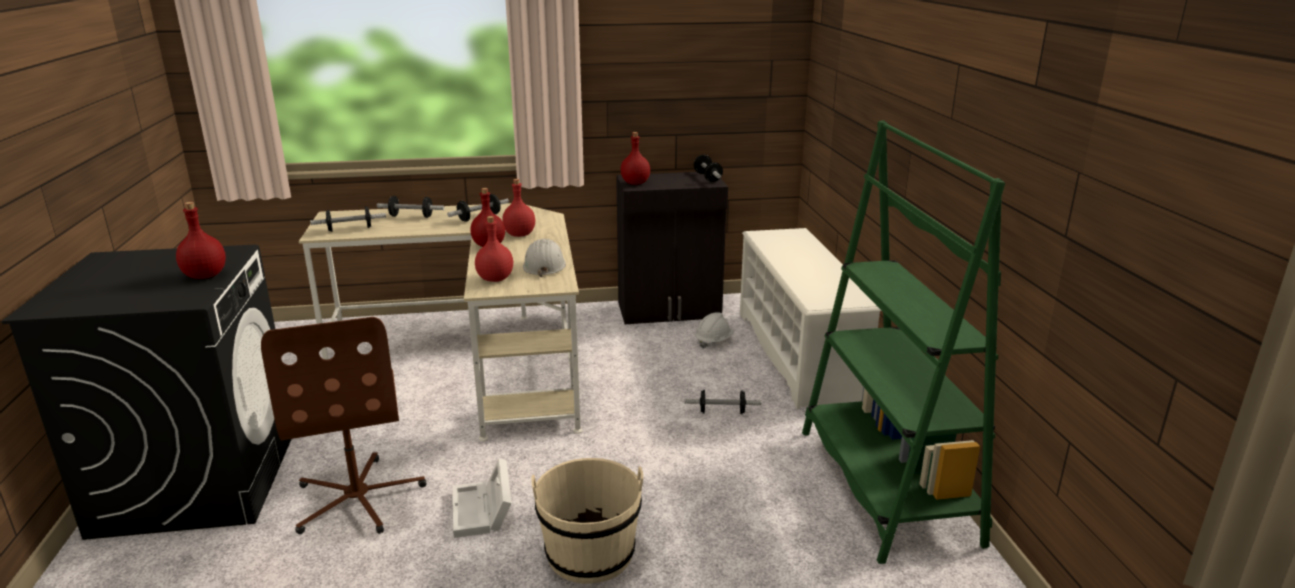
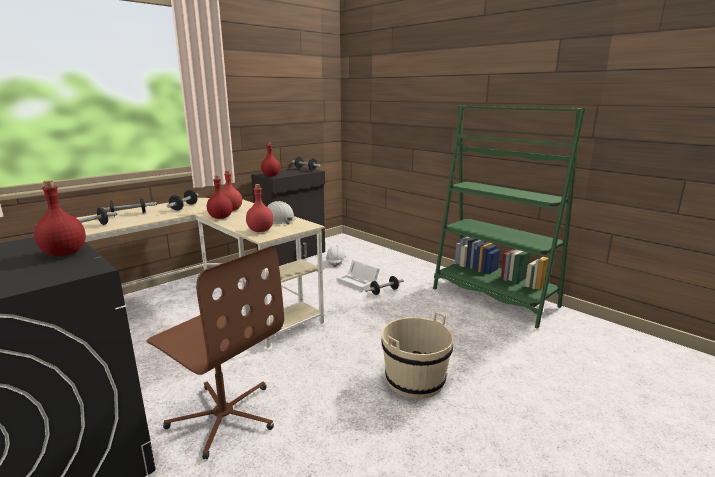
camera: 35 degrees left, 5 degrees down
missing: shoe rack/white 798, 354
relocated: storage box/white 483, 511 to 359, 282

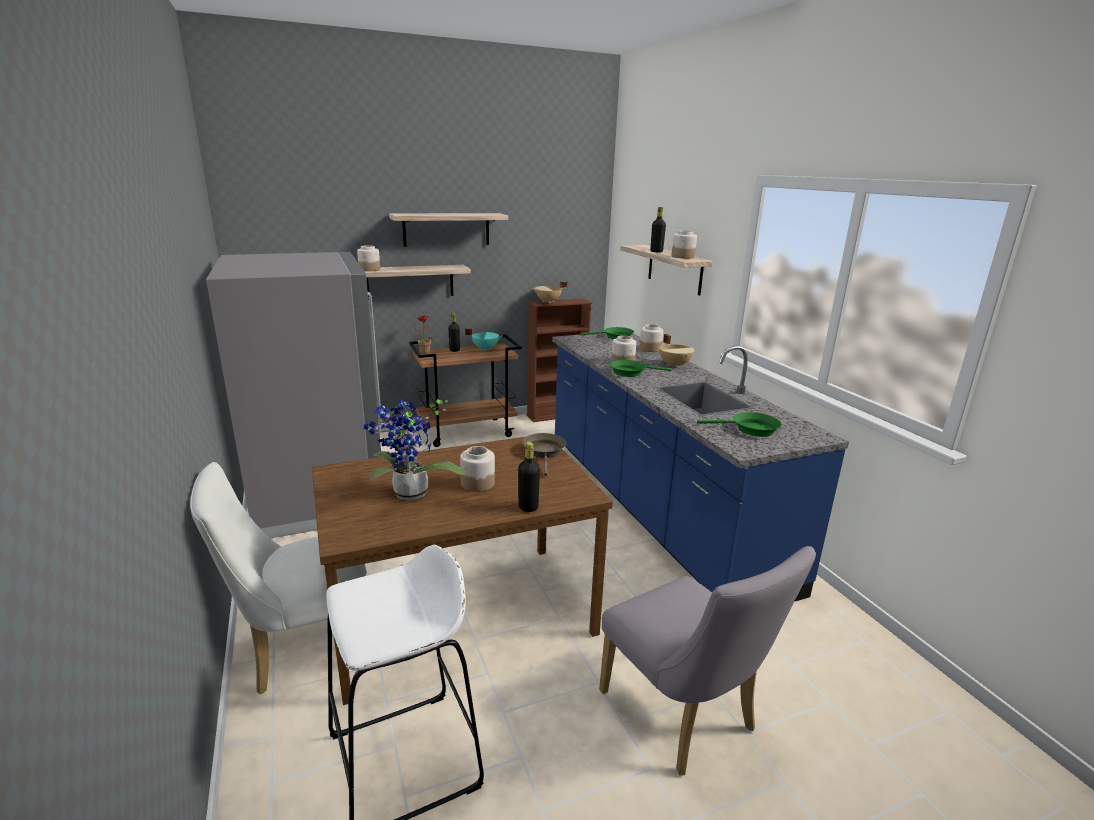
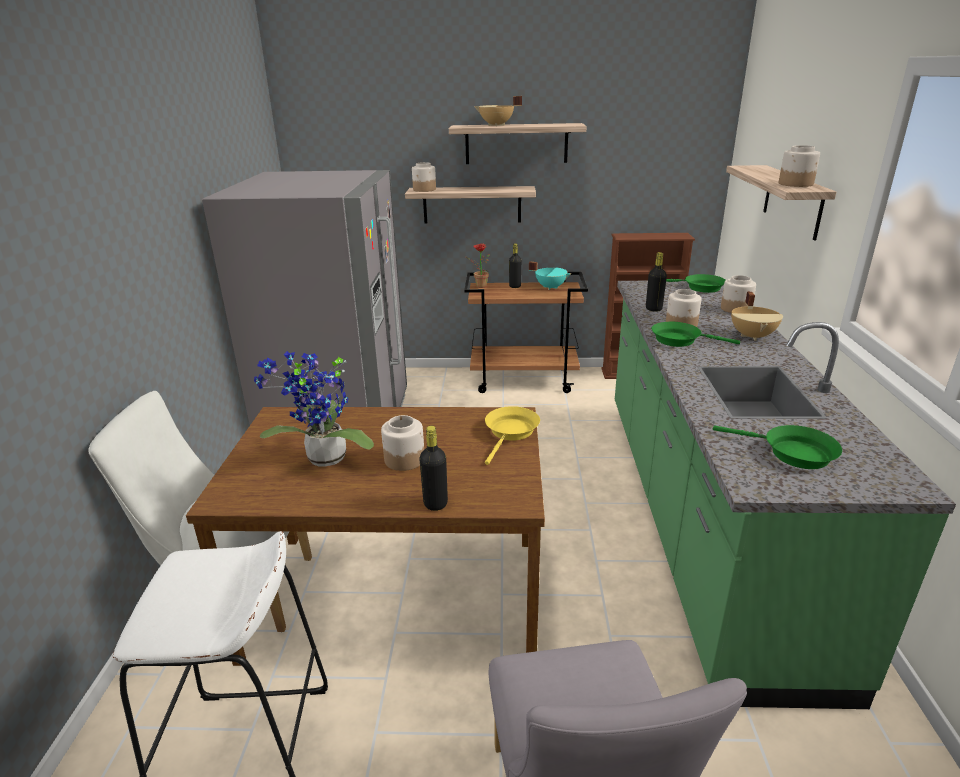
camera: 25 degrees right, 5 degrees up
relocated: cooking pot/beige 548, 302 to 496, 125; bottle/black 656, 251 to 653, 309
colour: frying pan/brown 544, 452 to frying pan/yellow 510, 432; counter/blue 654, 507 to counter/green 699, 517

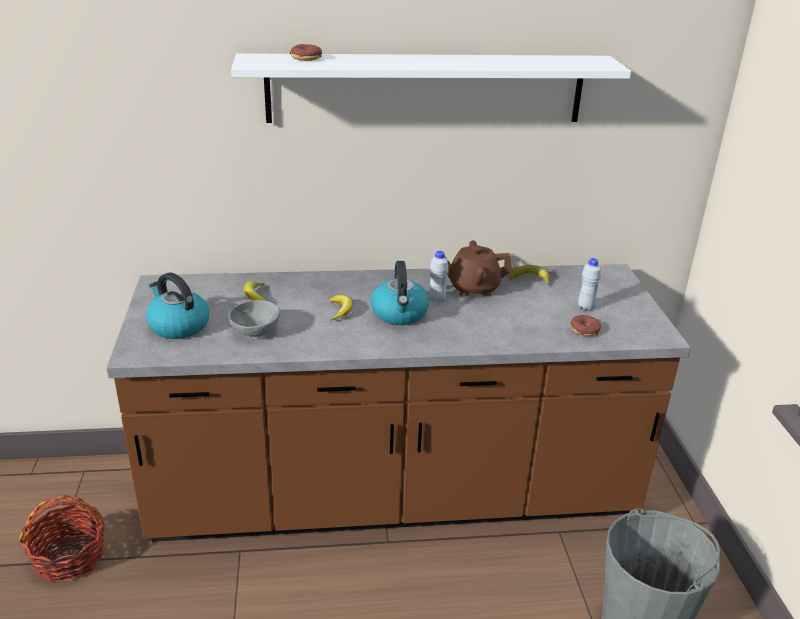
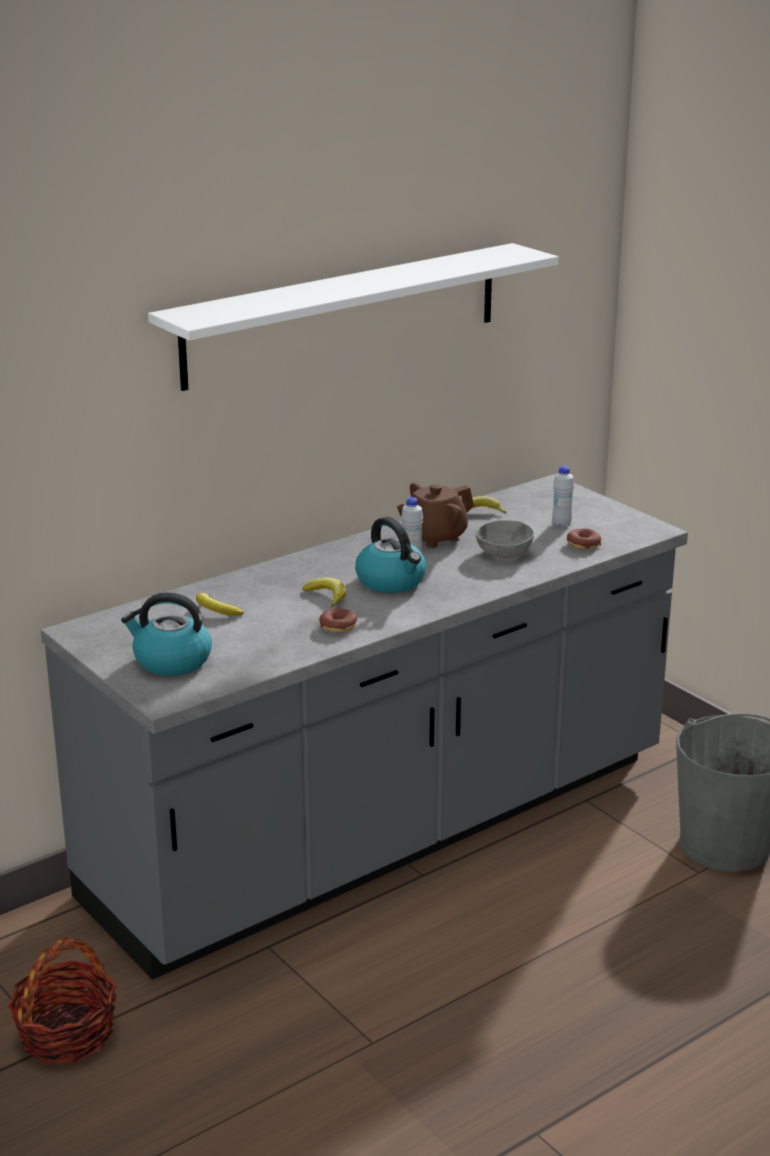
camera: 30 degrees left, 5 degrees down
relocated: bowl/grey 255, 331 to 504, 554; donut 306, 58 to 338, 626
colour: counter/brown 393, 495 to counter/grey 384, 832

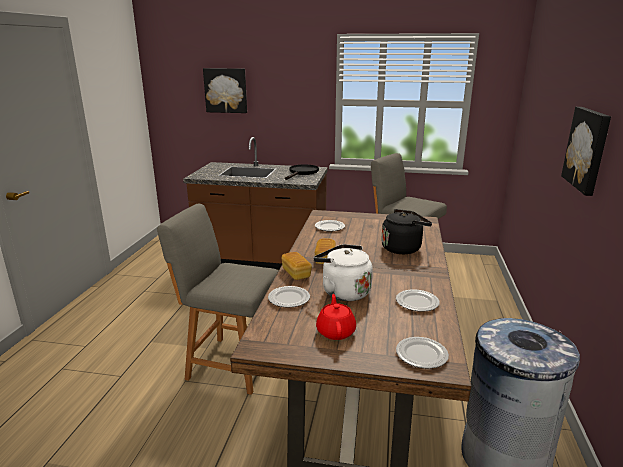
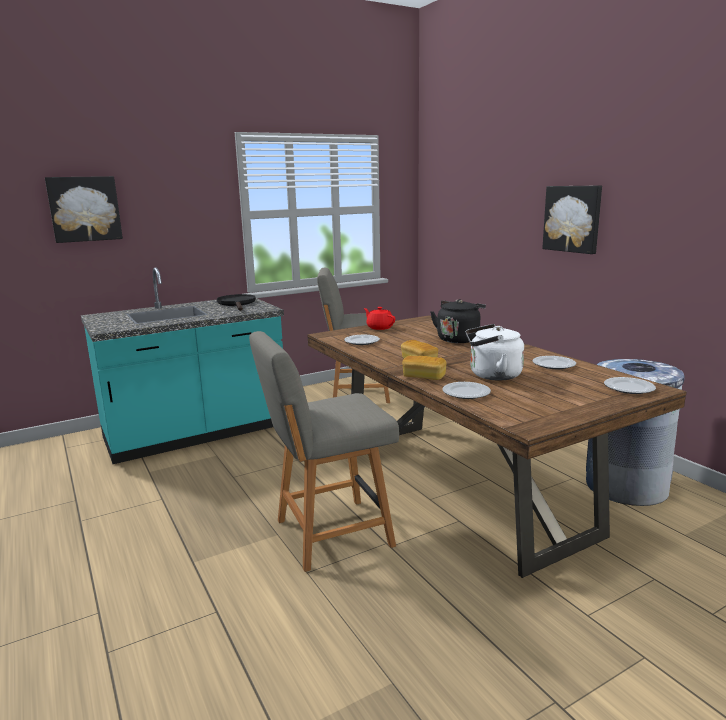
camera: 40 degrees left, 5 degrees down
relocated: teapot/red 336, 331 to 379, 327
colour: counter/brown 262, 259 to counter/turquoise 196, 433

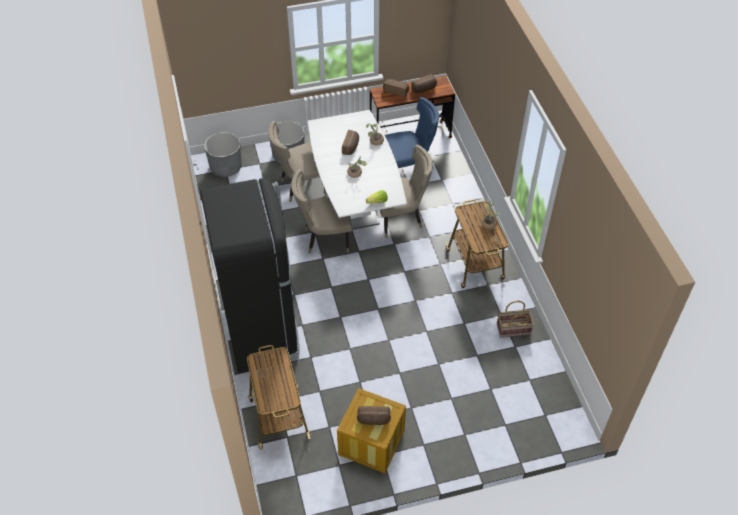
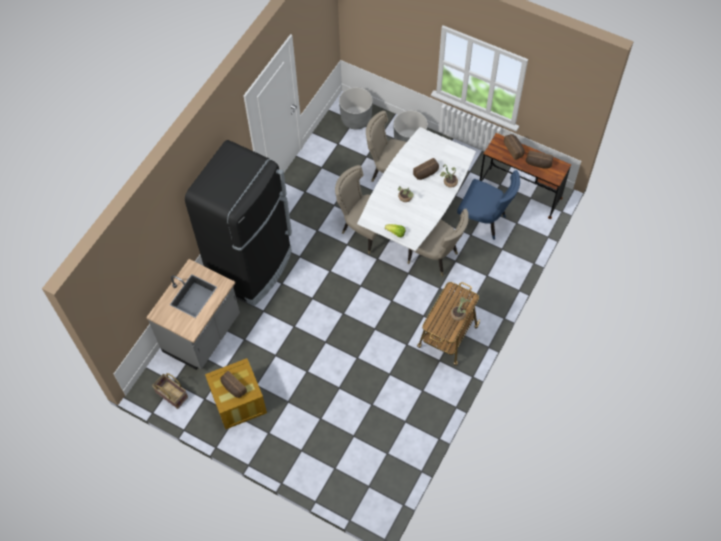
camera: 45 degrees right, 10 degrees up
relocated: basket 513, 329 to 171, 395
exchanged: cart 279, 416 to counter/grey 203, 335

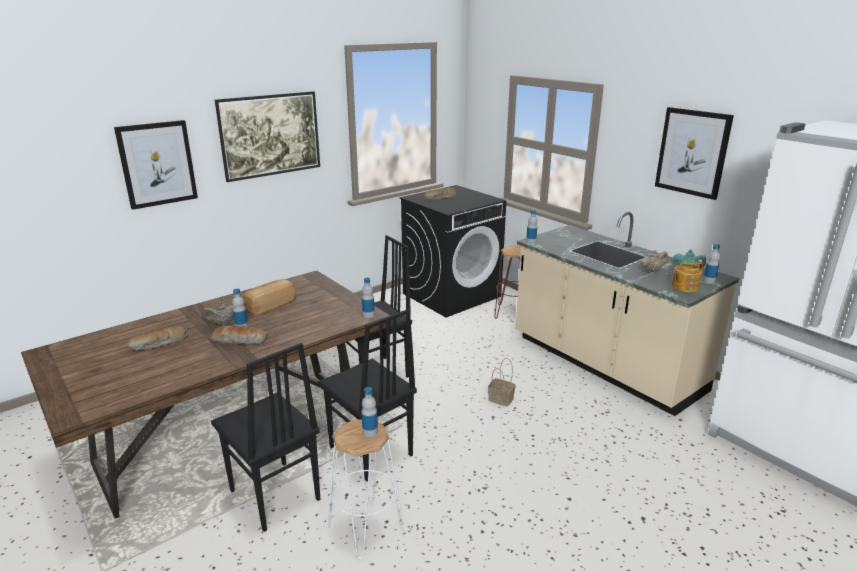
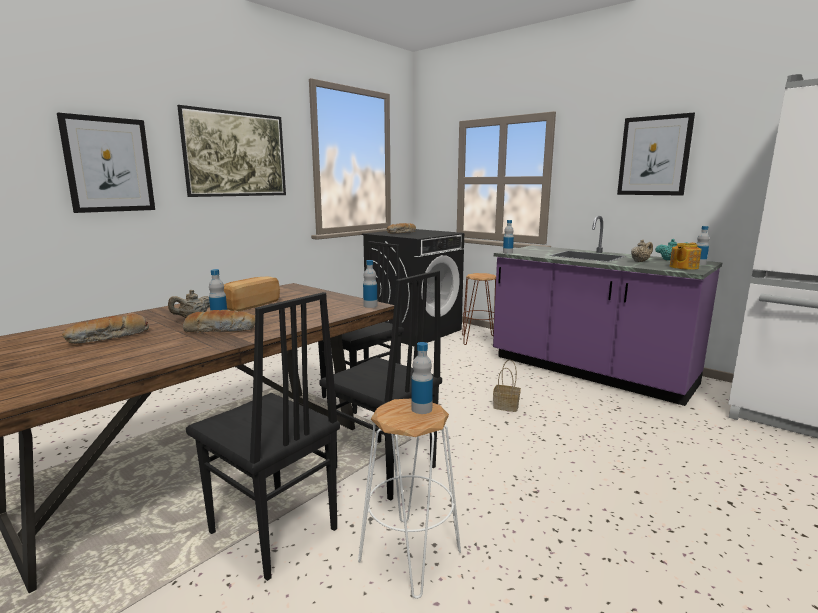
camera: 10 degrees left, 10 degrees down
colour: counter/beige 604, 364 to counter/purple 589, 371

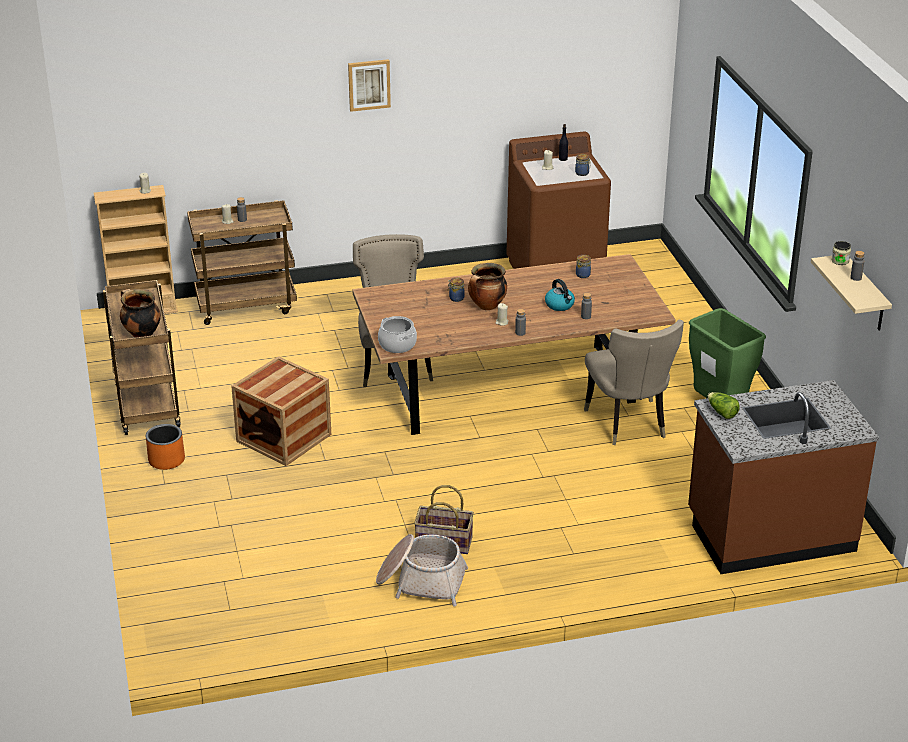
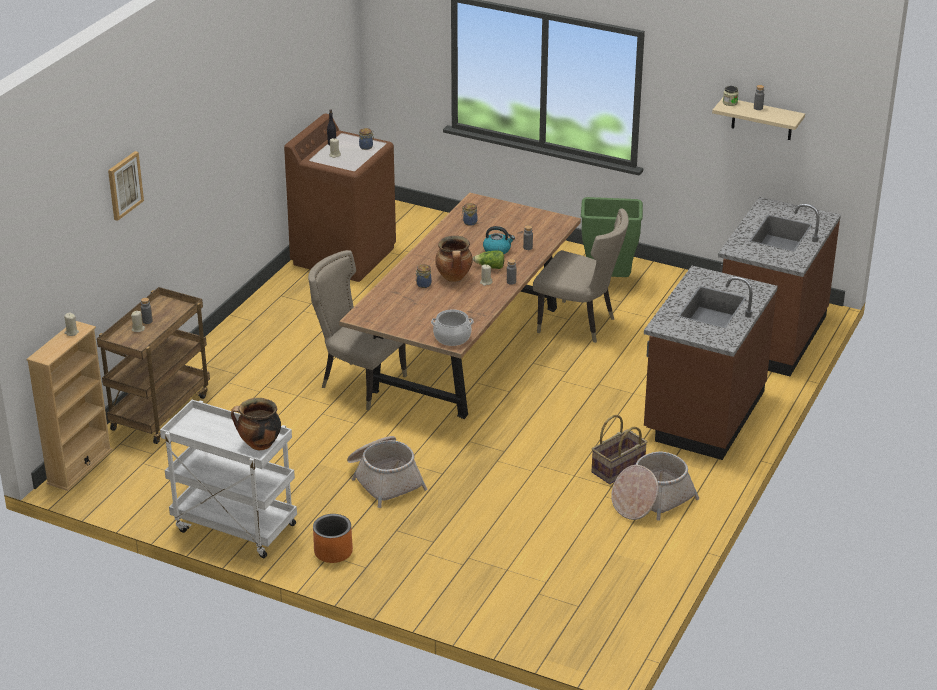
camera: 50 degrees left, 0 degrees up
appeared: counter/brown 702, 413
relocated: picture 369, 84 to 124, 185; lettuce 721, 412 to 490, 267
exchanged: crate 284, 438 to basket 384, 479
colour: cart/brown 146, 404 to cart/white 233, 527

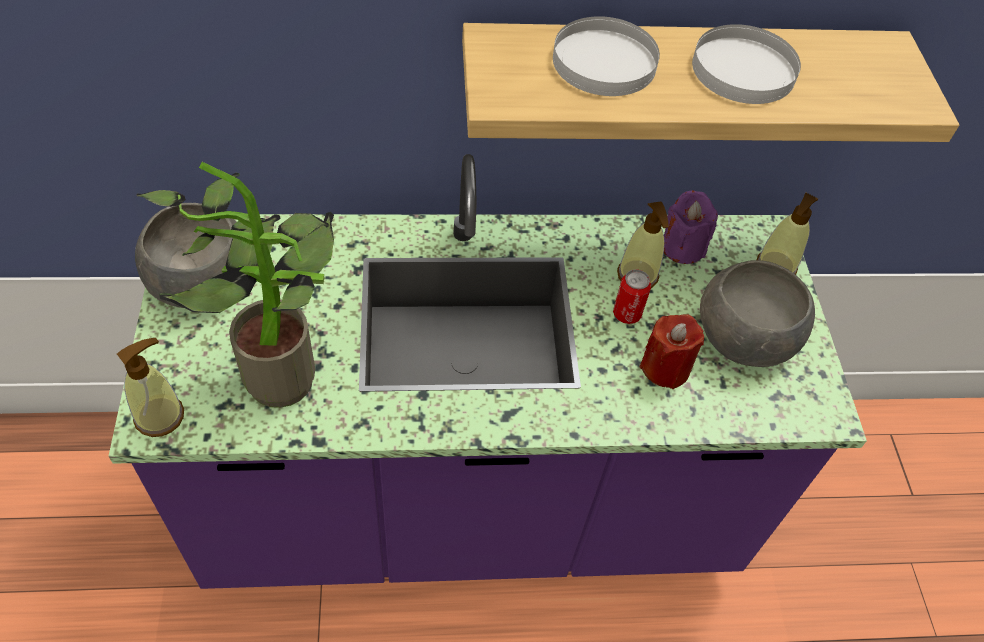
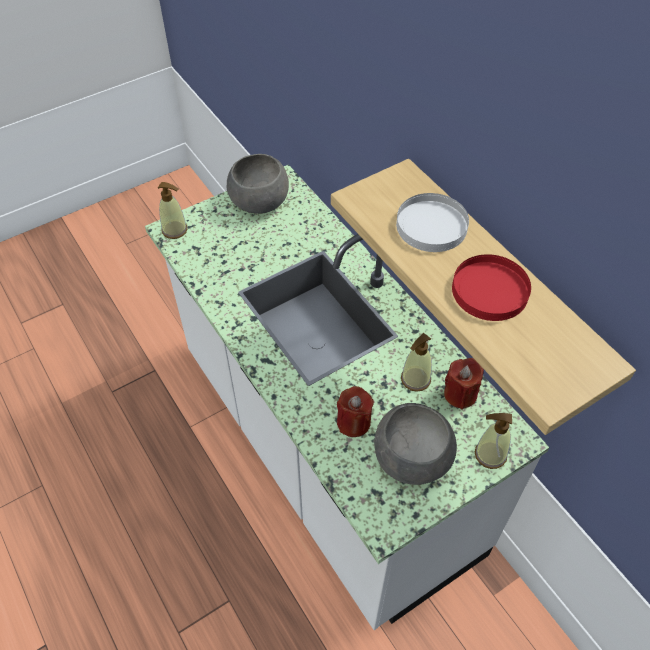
camera: 65 degrees right, 0 degrees up
missing: potted plant 283, 370; can 626, 314
colour: counter/purple 472, 505 to counter/white 325, 452; candle/purple 682, 247 to candle/red 460, 394; plate/white 744, 69 to plate/red 490, 290

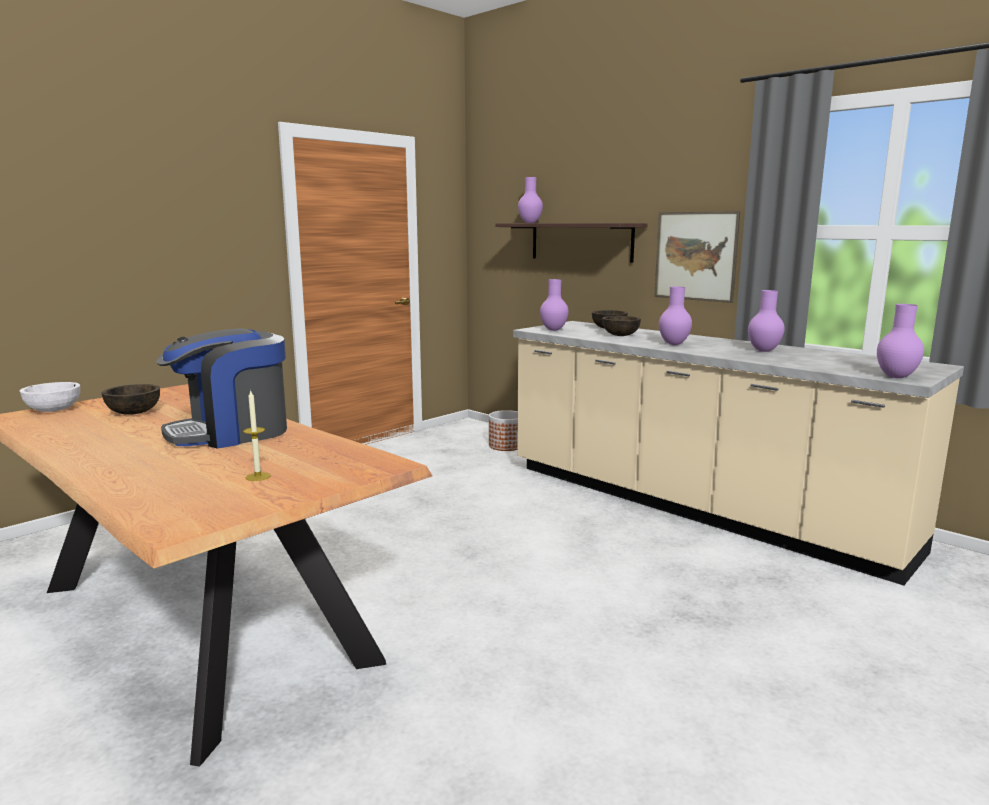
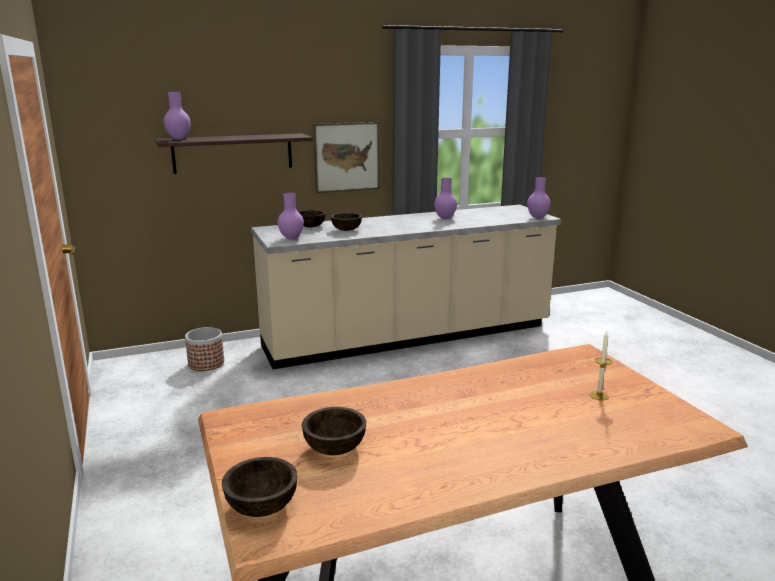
camera: 65 degrees left, 5 degrees up
missing: coffee machine 231, 433; vase/purple 674, 344
colour: bowl/white 53, 410 to bowl/brown 262, 506

